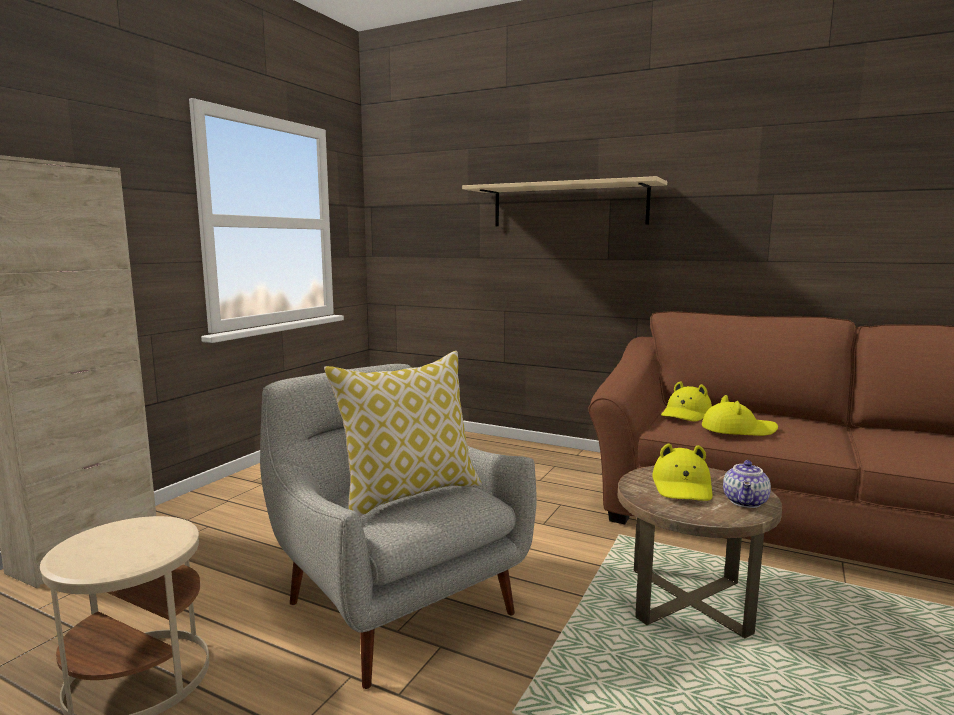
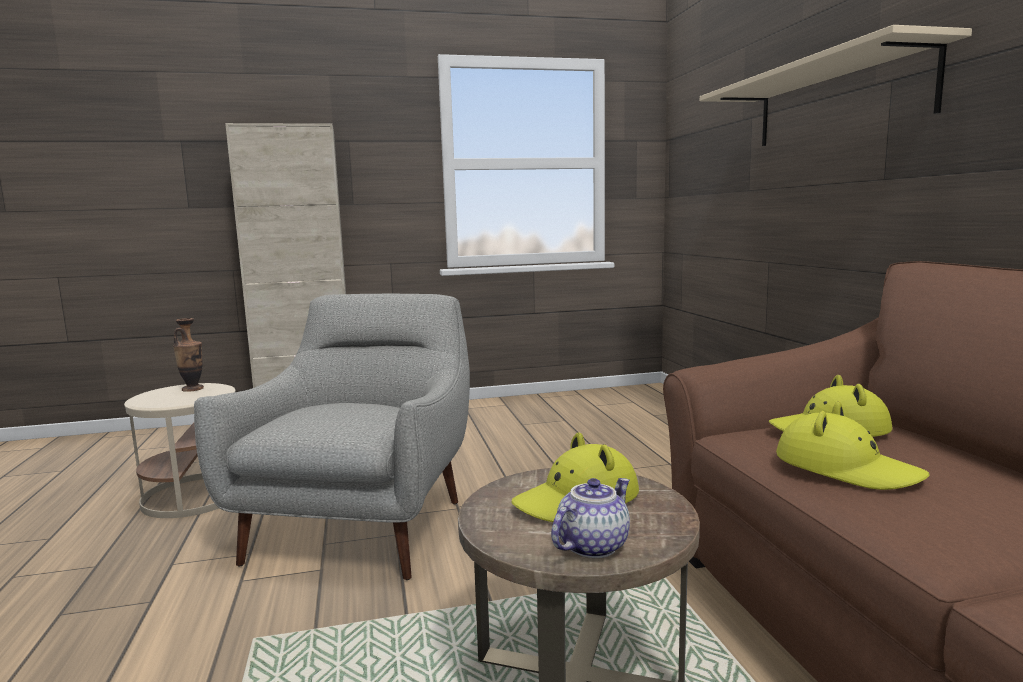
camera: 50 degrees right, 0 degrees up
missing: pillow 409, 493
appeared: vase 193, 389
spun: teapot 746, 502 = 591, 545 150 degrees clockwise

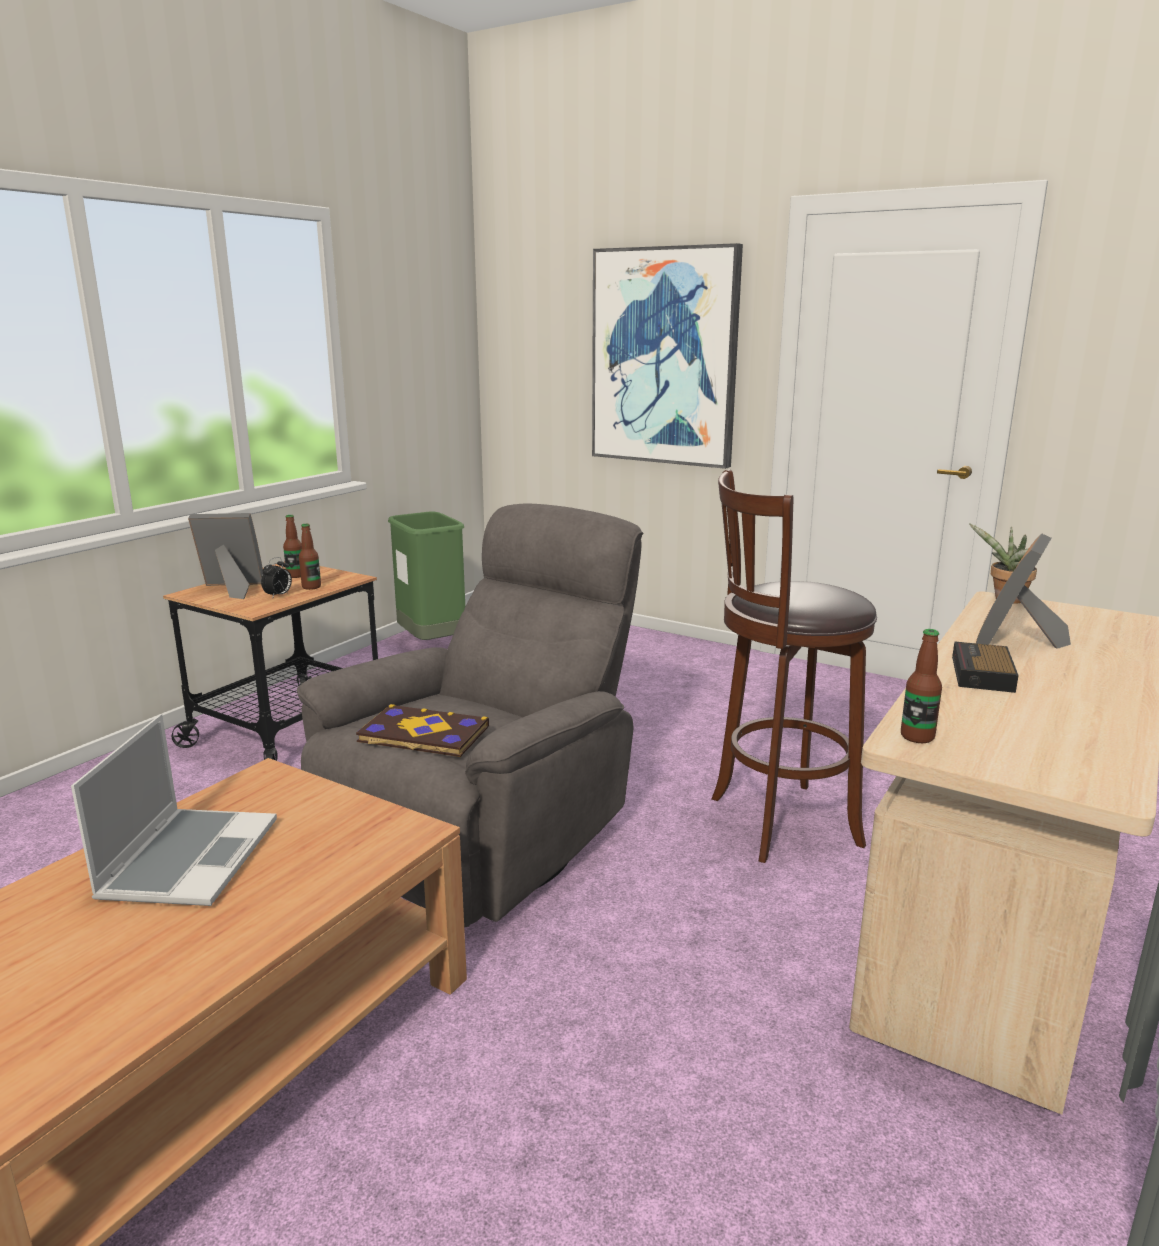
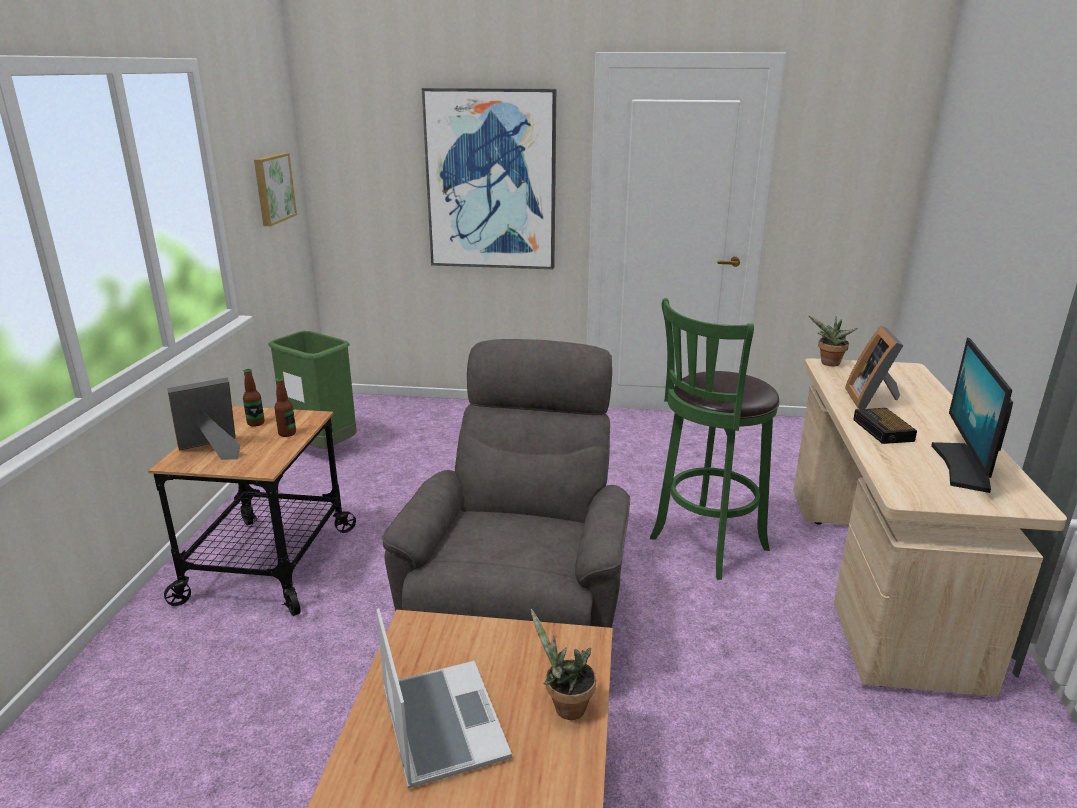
camera: 25 degrees left, 5 degrees up
missing: alarm clock 278, 596; book 423, 735; bottle 917, 737
appeared: picture 272, 188; potted plant 565, 707; monitor 964, 467
colour: stool/brown 776, 822 to stool/green 704, 546

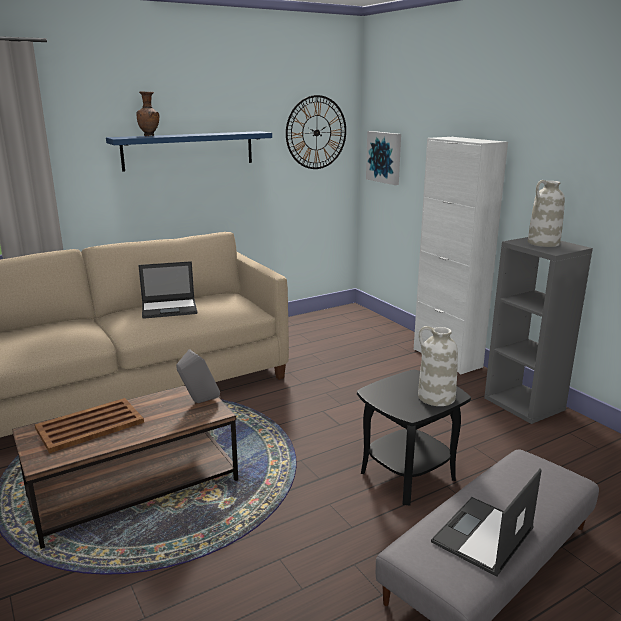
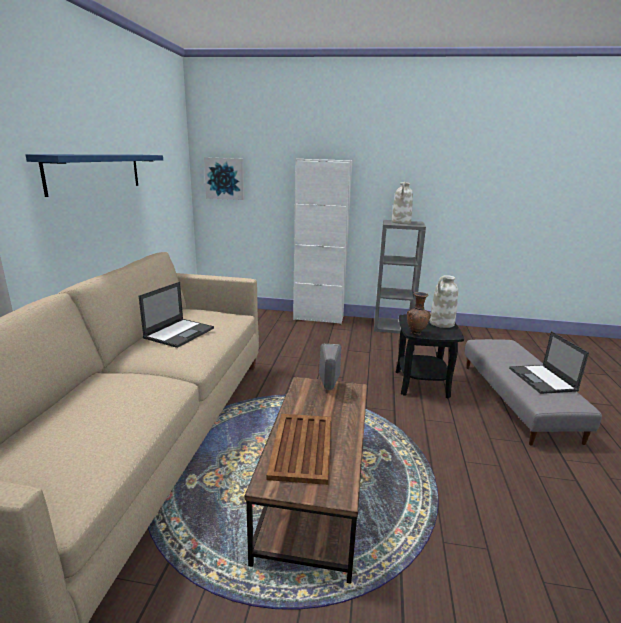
camera: 50 degrees left, 0 degrees up
missing: wall clock 316, 132
relocated: vase/brown 150, 136 to 416, 333

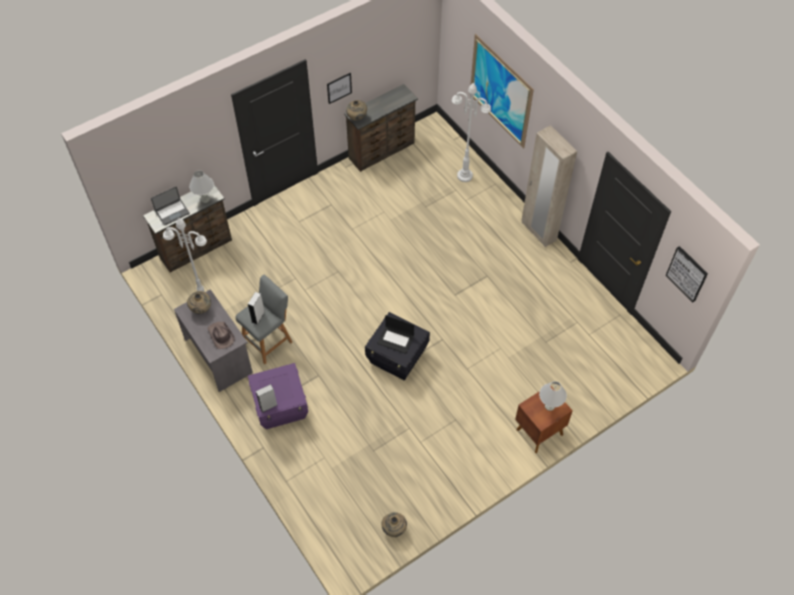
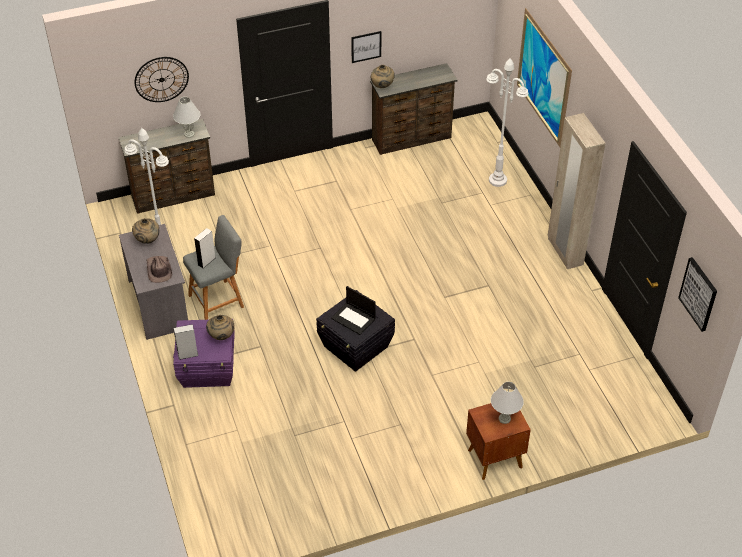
camera: 15 degrees right, 10 degrees down
missing: laptop 172, 212
appeared: wall clock 161, 79
relocated: vase/beige 394, 529 to 221, 337

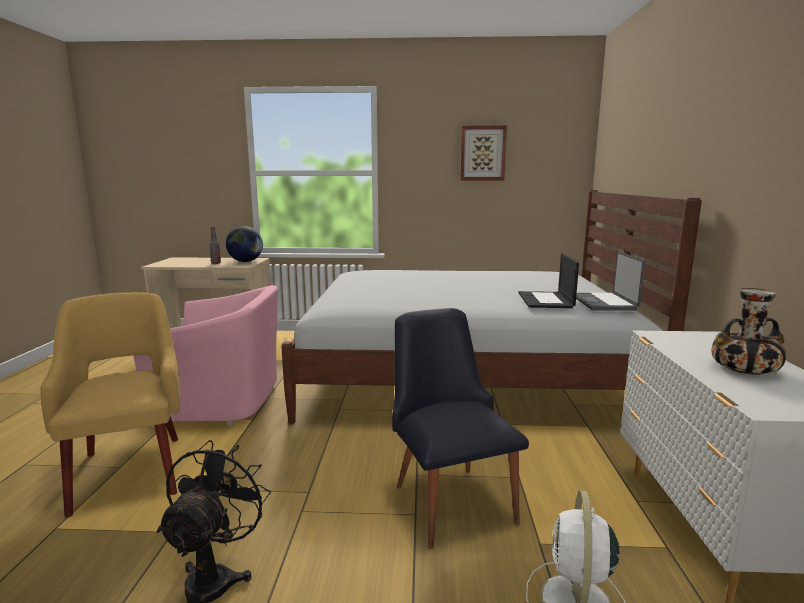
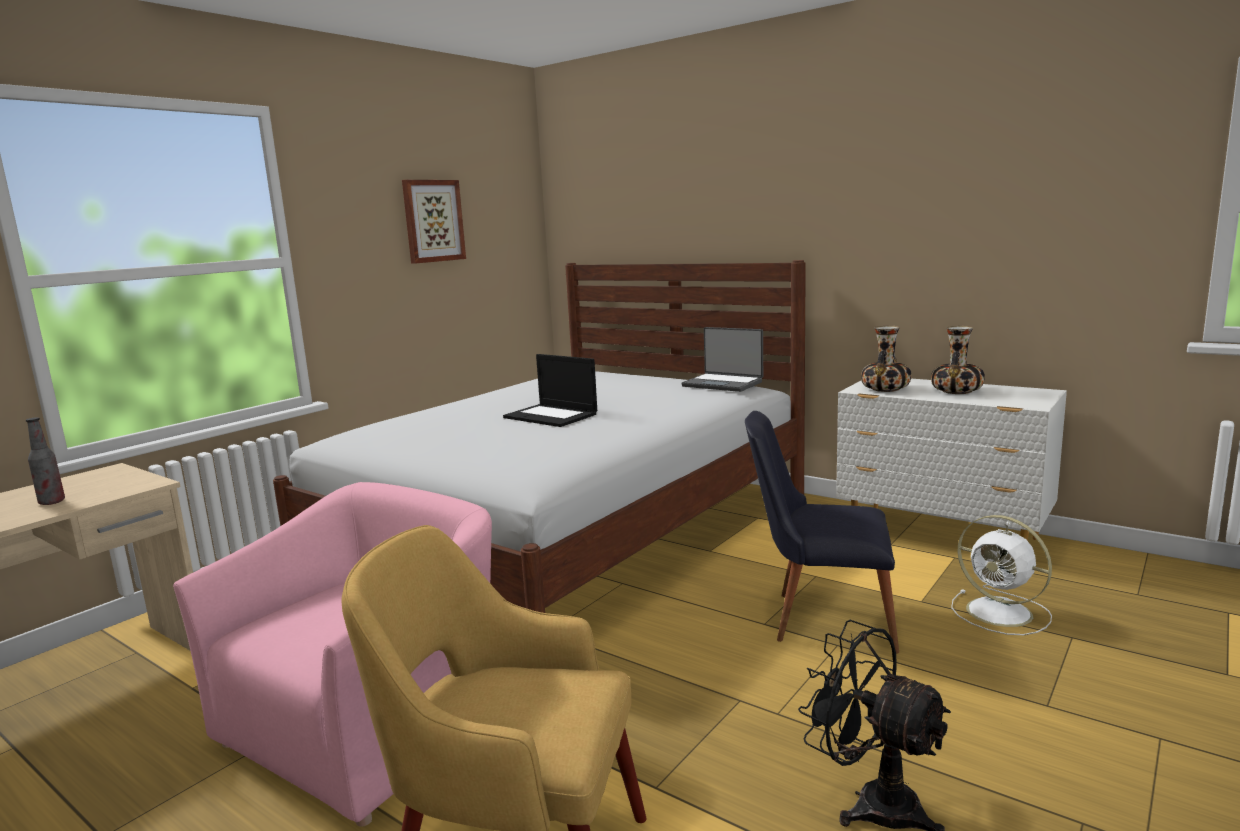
camera: 55 degrees left, 0 degrees up
missing: globe 245, 261
appeared: vase 885, 389
relocated: laptop 546, 300 to 552, 416

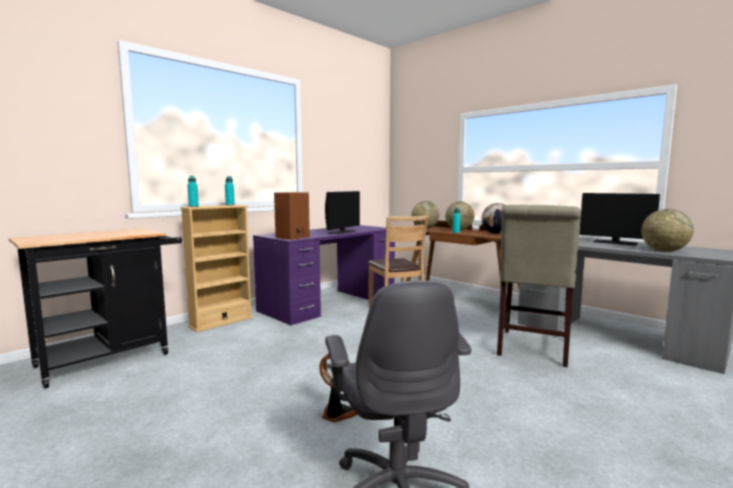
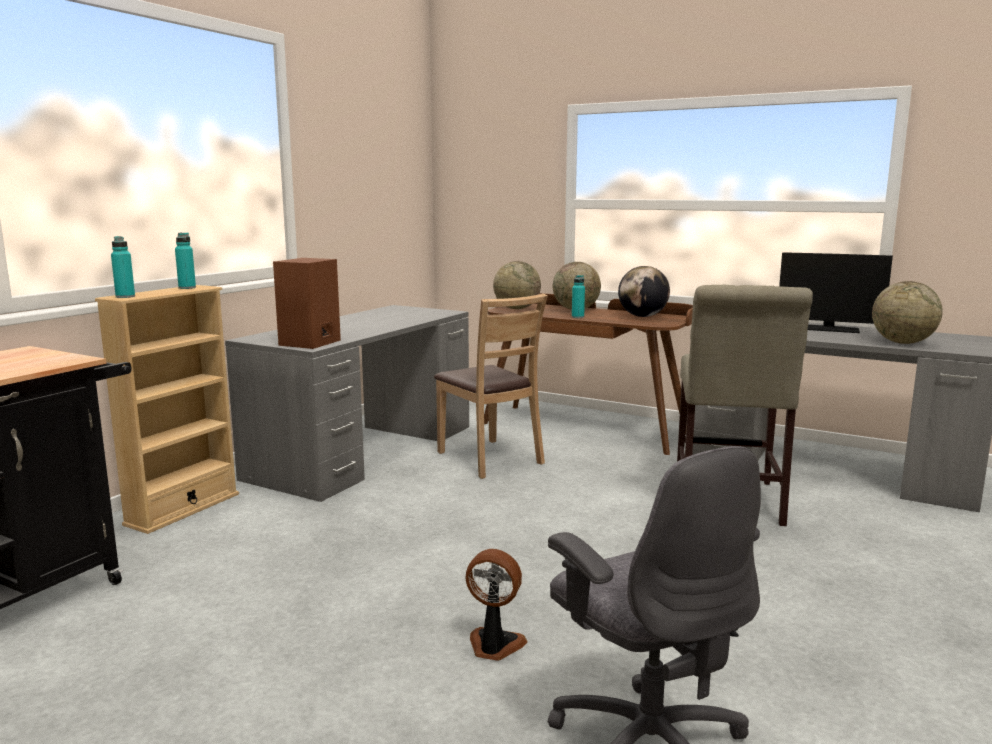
camera: 15 degrees left, 5 degrees up
missing: monitor 342, 232
colour: desk/purple 330, 302 to desk/grey 366, 451

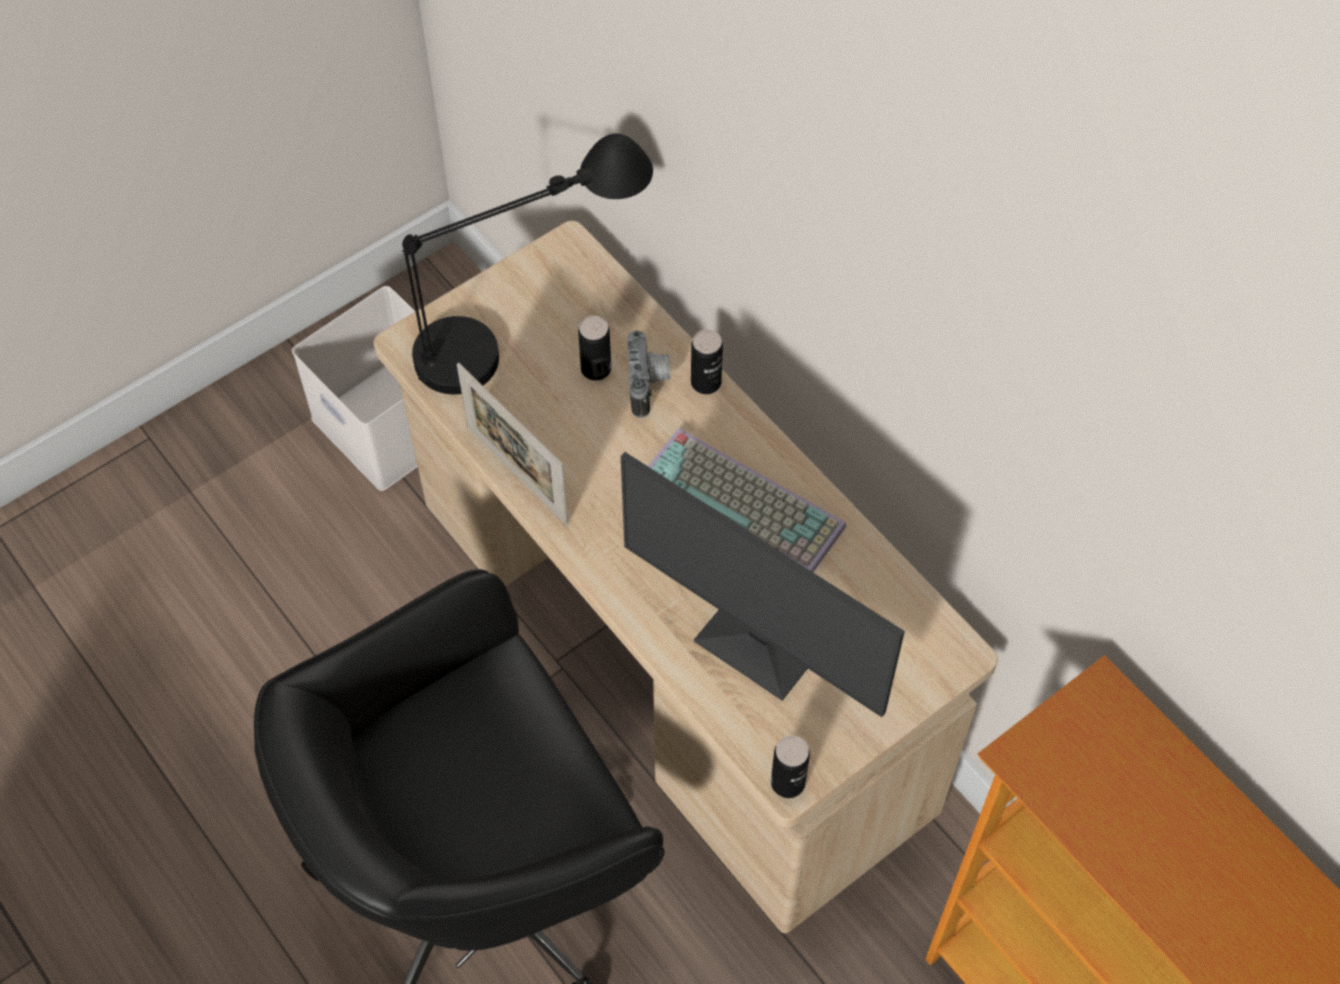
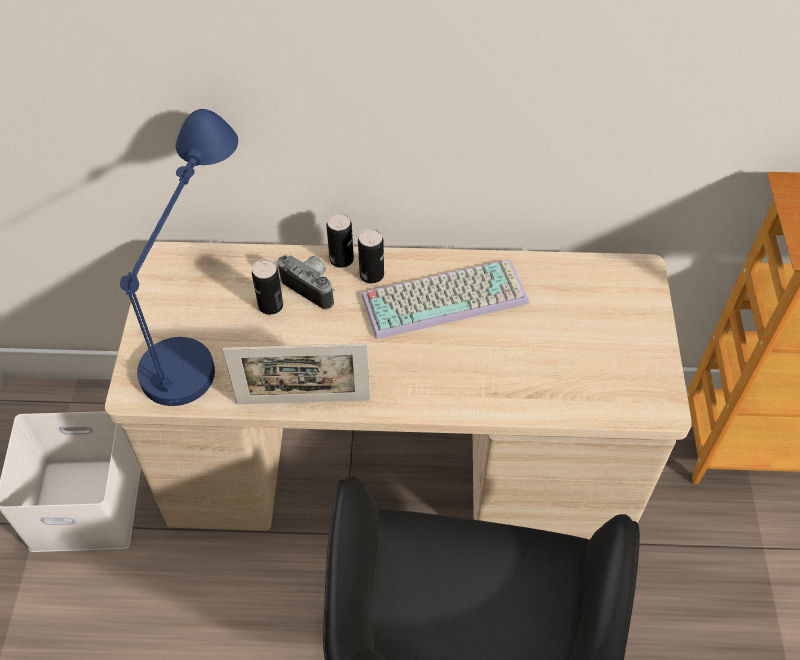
camera: 50 degrees left, 5 degrees down
missing: monitor 761, 642
relocated: can 787, 782 to 371, 275
colour: table lamp/black 527, 331 to table lamp/blue 201, 322

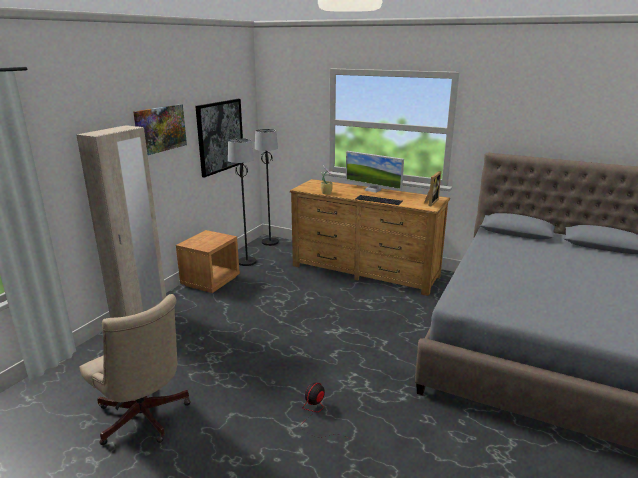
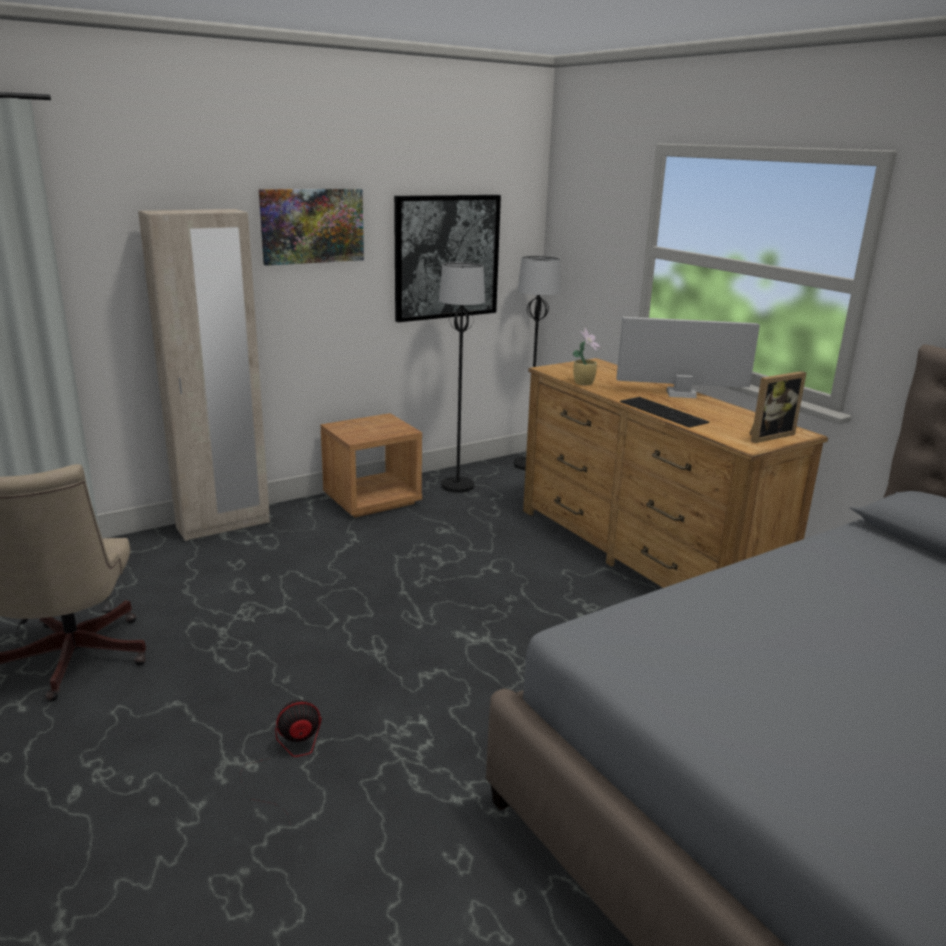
camera: 30 degrees right, 0 degrees up
spun: monitor 373, 190 = 681, 394 120 degrees clockwise

